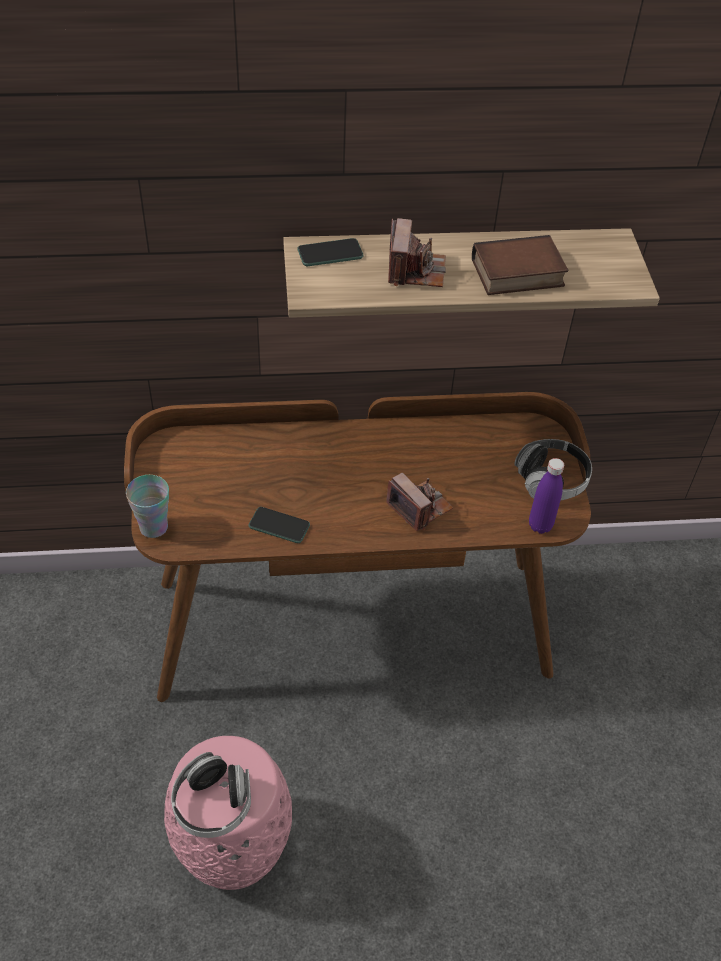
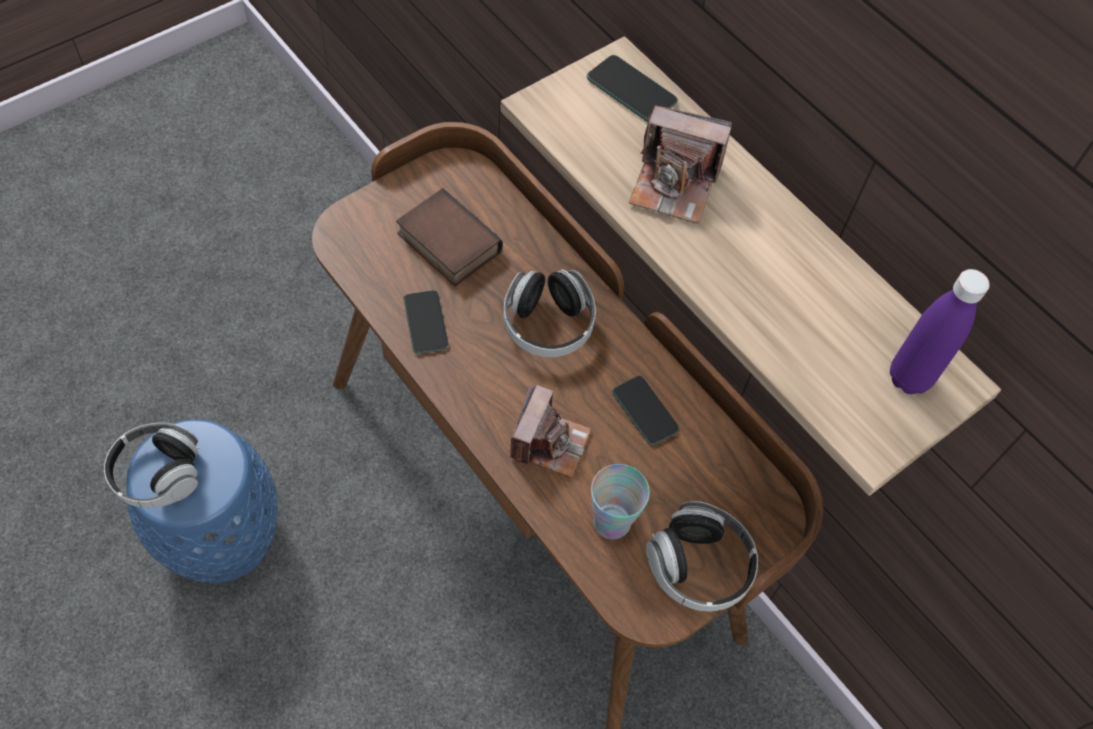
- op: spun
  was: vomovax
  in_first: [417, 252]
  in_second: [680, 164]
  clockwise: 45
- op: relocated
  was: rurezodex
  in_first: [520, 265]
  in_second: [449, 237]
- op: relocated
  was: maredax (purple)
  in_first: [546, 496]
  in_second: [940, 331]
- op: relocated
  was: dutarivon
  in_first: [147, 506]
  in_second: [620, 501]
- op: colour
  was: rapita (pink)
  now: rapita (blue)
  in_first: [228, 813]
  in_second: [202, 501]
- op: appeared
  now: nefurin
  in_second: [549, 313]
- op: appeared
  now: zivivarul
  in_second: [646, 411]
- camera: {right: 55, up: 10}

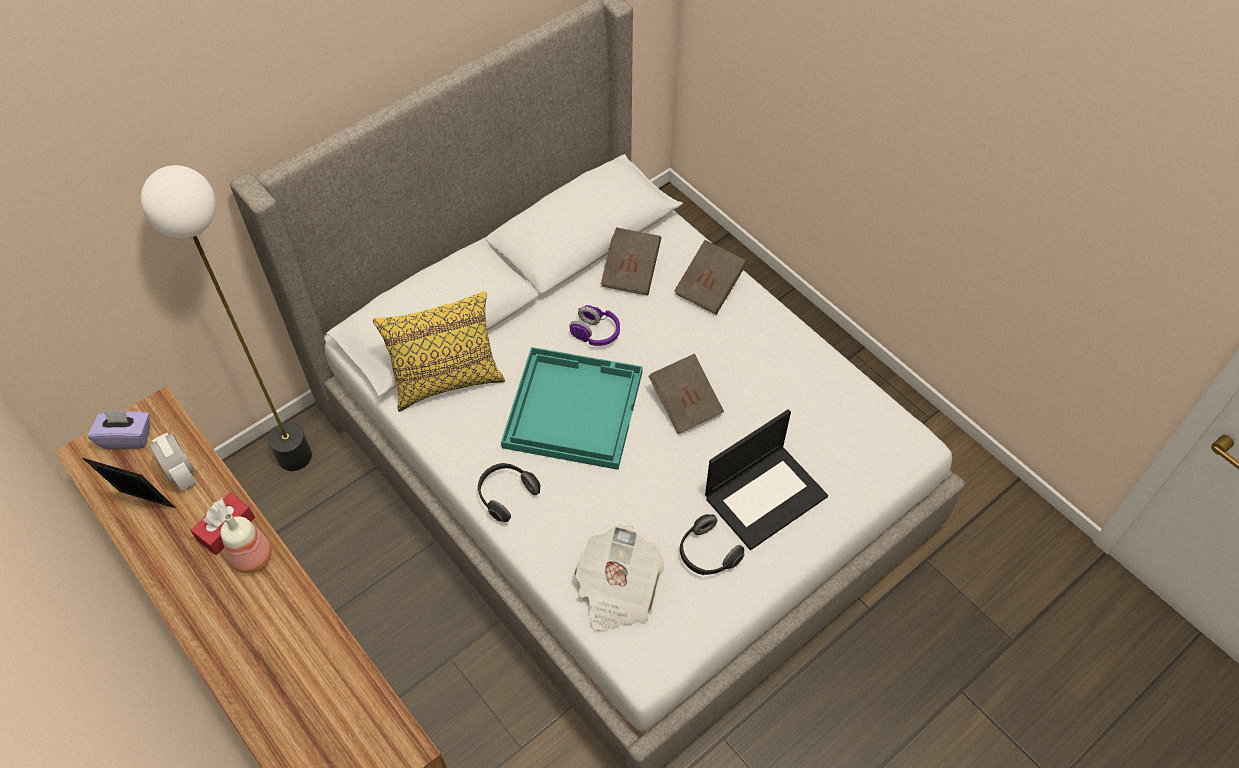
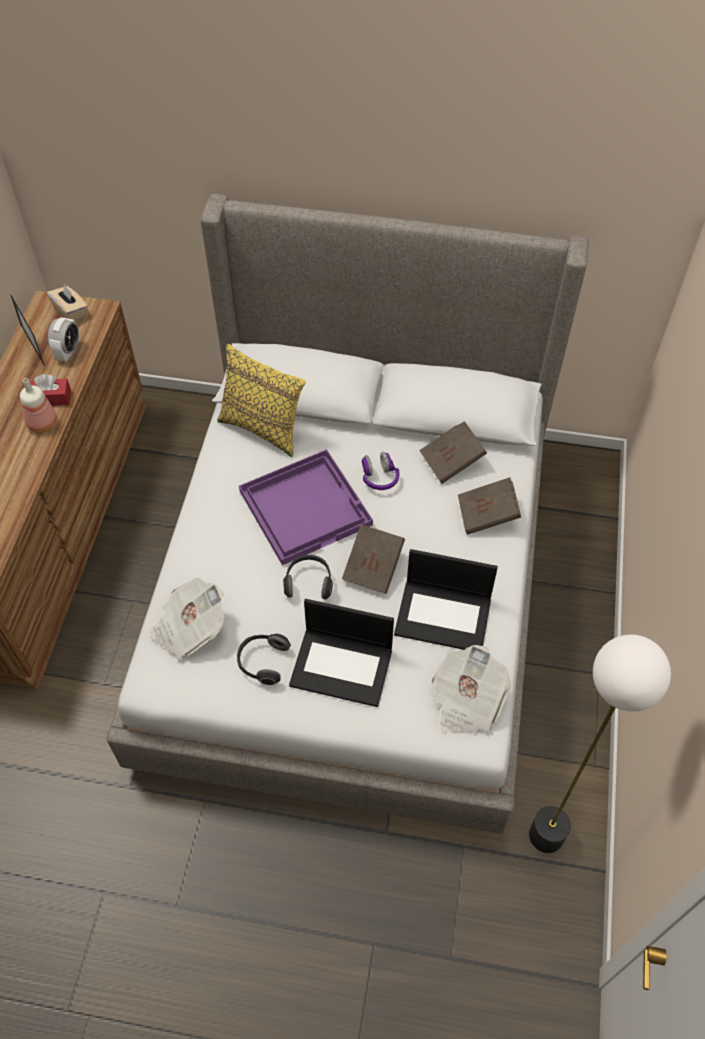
- op: relocated
  was: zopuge
  in_first: [226, 318]
  in_second: [600, 744]
- op: colour
  was: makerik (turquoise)
  now: makerik (purple)
  in_first: [572, 408]
  in_second: [306, 507]
- op: colour
  was: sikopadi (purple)
  now: sikopadi (beige)
  in_first: [119, 429]
  in_second: [67, 303]
- op: relocated
  was: nefurin
  in_first: [509, 492]
  in_second: [308, 577]
- op: appeared
  now: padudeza
  in_second: [446, 599]
- op: appeared
  now: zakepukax
  in_second: [471, 689]
- camera: {right: 50, up: 0}

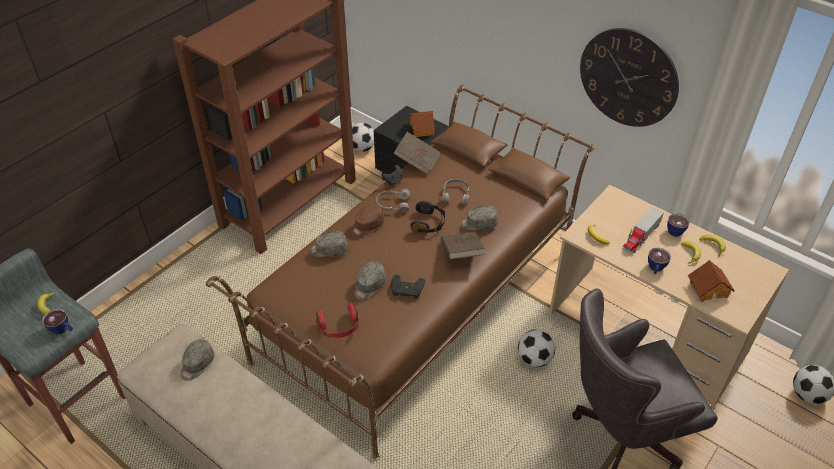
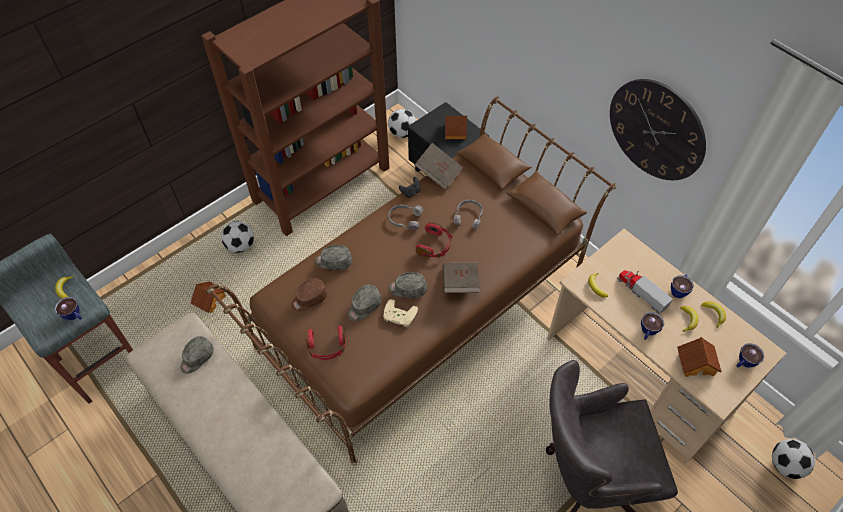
- op: colour
  was: nefurin (black)
  now: nefurin (red)
  in_first: [428, 218]
  in_second: [434, 240]
- op: relocated
  was: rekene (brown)
  in_first: [367, 220]
  in_second: [309, 295]
- op: relocated
  was: rekene (grey)
  in_first: [479, 217]
  in_second: [408, 285]
- op: spun
  was: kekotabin
  in_first: [643, 230]
  in_second: [645, 292]
  clockwise: 90
- op: colour
  was: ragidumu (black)
  now: ragidumu (beige)
  in_first: [408, 287]
  in_second: [401, 313]
- op: relocated
  was: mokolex
  in_first: [536, 348]
  in_second: [237, 237]
- op: appeared
  now: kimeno
  in_second: [208, 297]
- op: appeared
  now: dutarivon
  in_second: [750, 355]
- camera: {right: 10, up: 10}

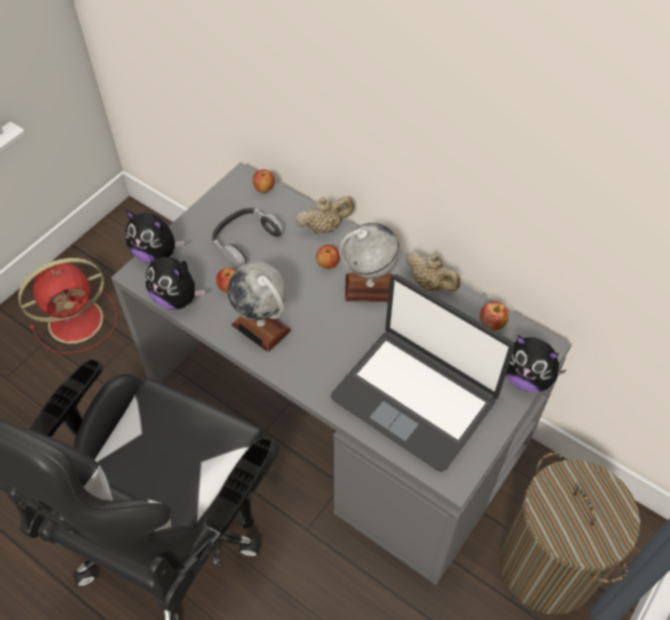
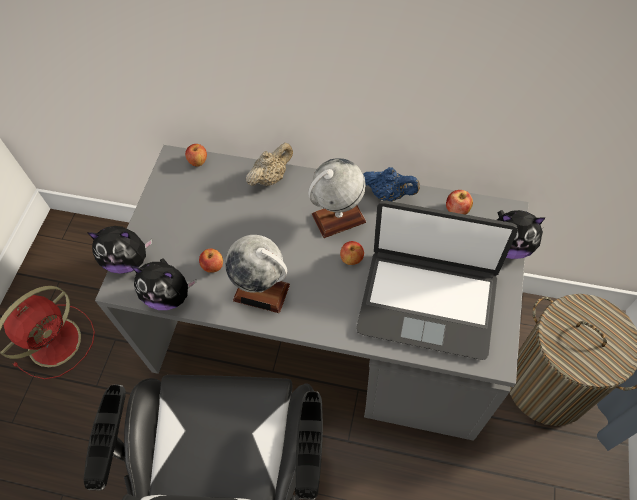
- op: missing
  was: nefurin
  in_first: [247, 237]
- op: relocated
  was: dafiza
  in_first: [328, 257]
  in_second: [352, 253]
- op: colour
  was: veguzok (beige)
  now: veguzok (blue)
  in_first: [433, 272]
  in_second: [391, 184]
- camera: {right: -20, up: 5}

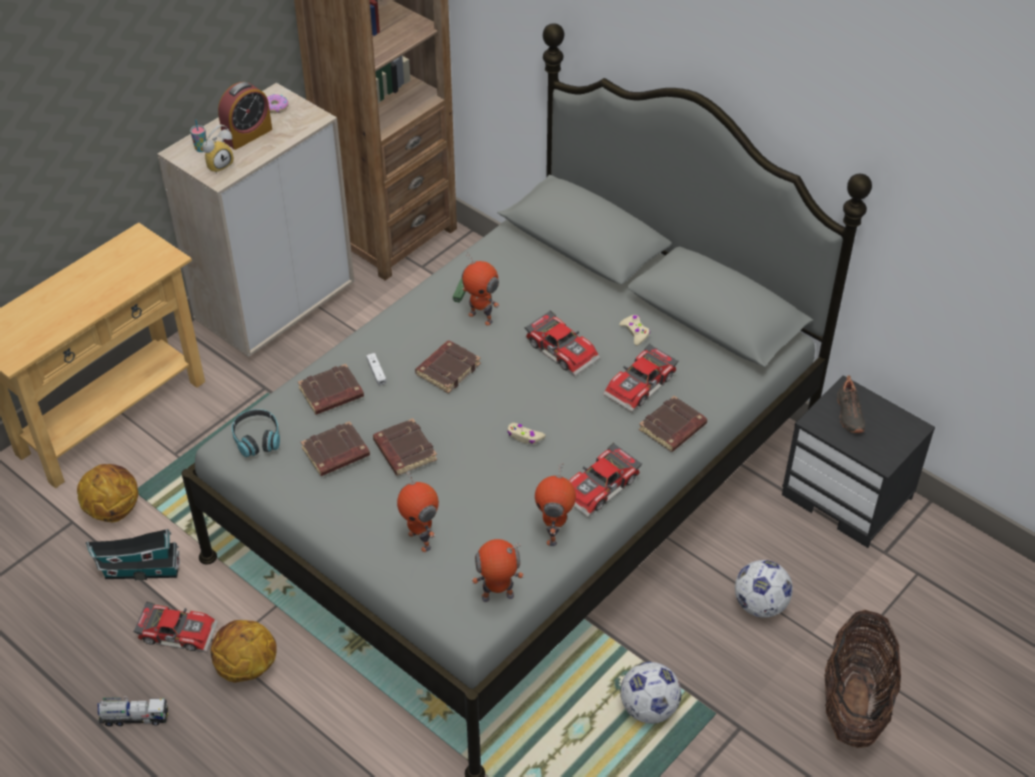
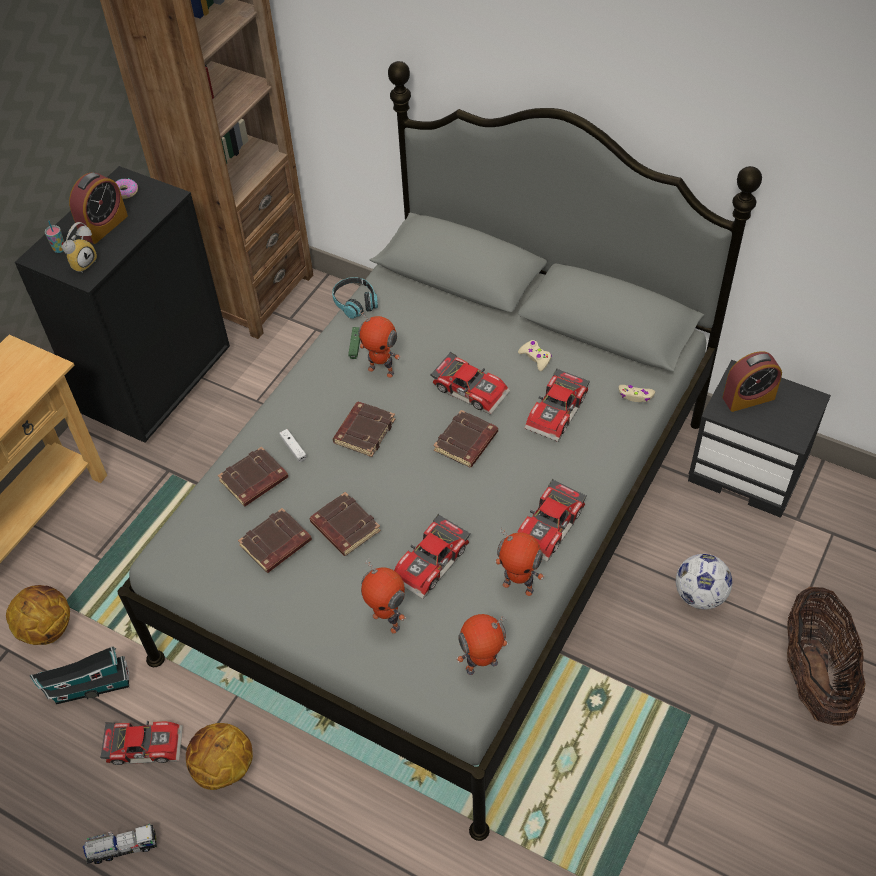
- op: colour
  was: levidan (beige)
  now: levidan (black)
  in_first: [255, 220]
  in_second: [122, 304]
- op: exchanged
  was: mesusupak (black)
  now: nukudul
  in_first: [851, 404]
  in_second: [752, 381]
- op: relocated
  was: rurezodex (brown)
  in_first: [673, 424]
  in_second: [465, 439]
- op: relocated
  was: nefurin
  in_first: [256, 433]
  in_second: [355, 298]
- op: relocated
  was: ragidumu (beige)
  in_first: [526, 433]
  in_second: [637, 393]
- op: spun
  was: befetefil
  in_first: [555, 504]
  in_second: [520, 561]
  clockwise: -60
- op: missing
  was: mokolex
  in_first: [650, 693]
- op: appeared
  now: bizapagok
  in_second: [432, 556]
- camera: {right: -10, up: 5}

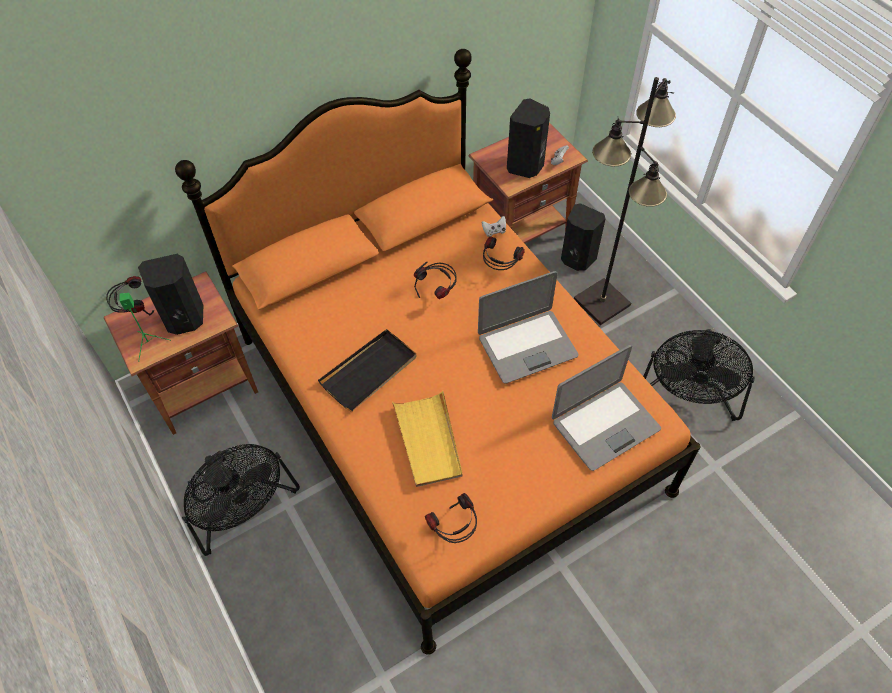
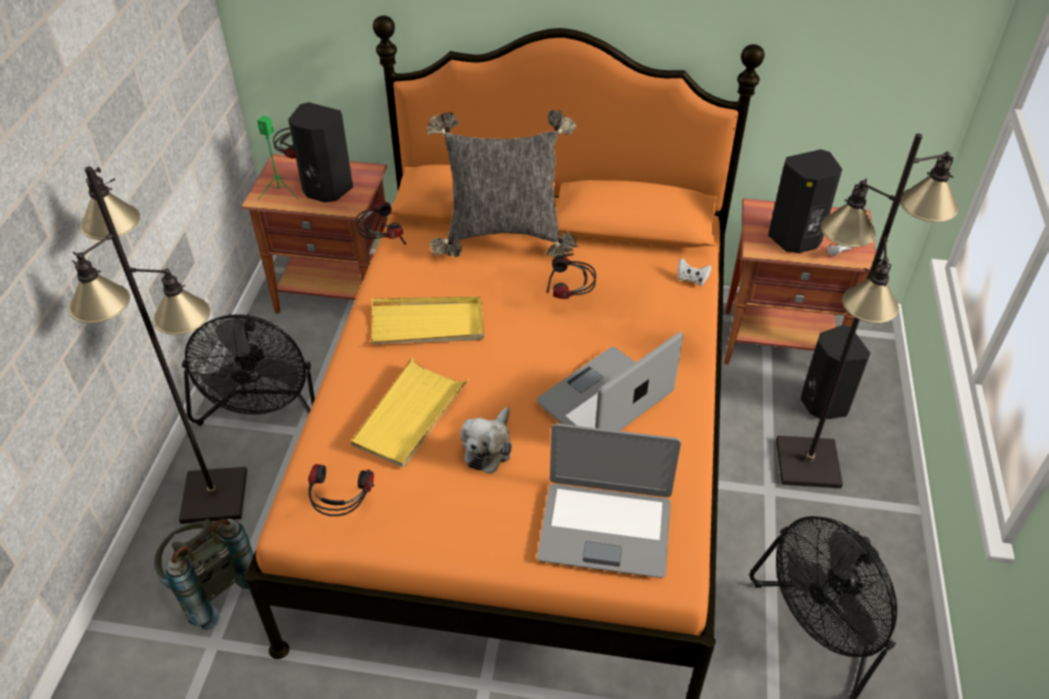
- op: relocated
  was: nefurin
  in_first: [504, 253]
  in_second: [380, 223]
- op: spun
  was: padudeza
  in_first: [528, 327]
  in_second: [609, 381]
  clockwise: 120
- op: colour
  was: makerik (black)
  now: makerik (yellow)
  in_first: [367, 370]
  in_second: [427, 320]
- op: appeared
  now: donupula
  in_second: [502, 183]
- op: appeared
  now: zopuge (black)
  in_second: [158, 345]
- op: appeared
  now: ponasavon
  in_second: [486, 440]
- op: appeared
  now: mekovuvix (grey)
  in_second: [204, 574]
- camera: {right: 40, up: -10}

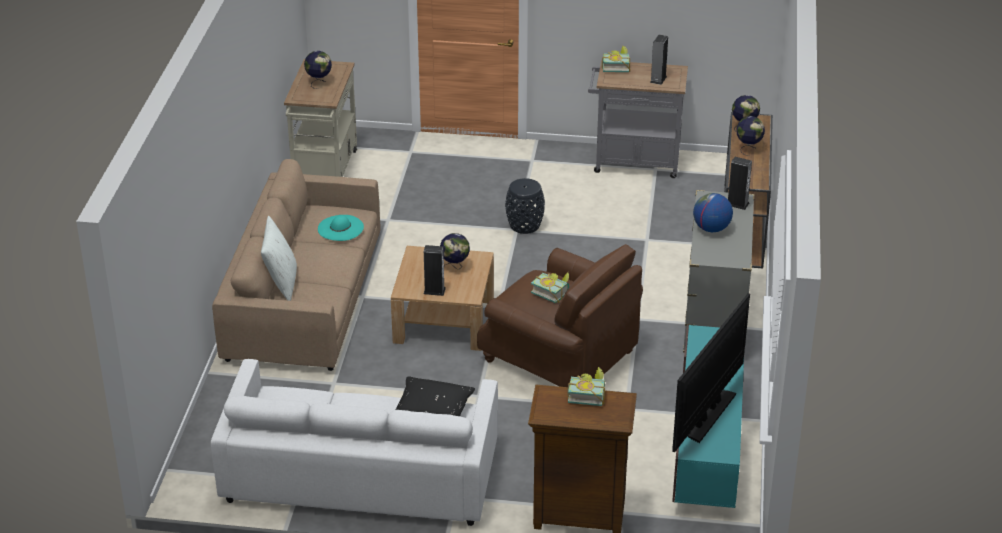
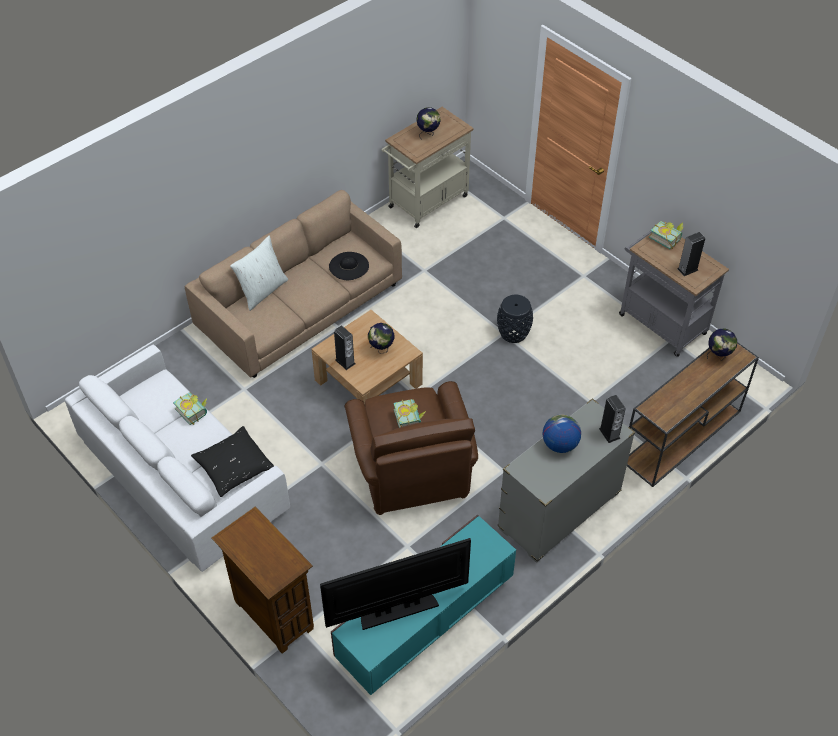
- op: missing
  was: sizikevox
  in_first: [750, 136]
- op: colour
  was: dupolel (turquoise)
  now: dupolel (black)
  in_first: [341, 228]
  in_second: [349, 266]
- op: relocated
  was: rurezodex
  in_first: [586, 386]
  in_second: [190, 409]
- camera: {right: 40, up: 15}

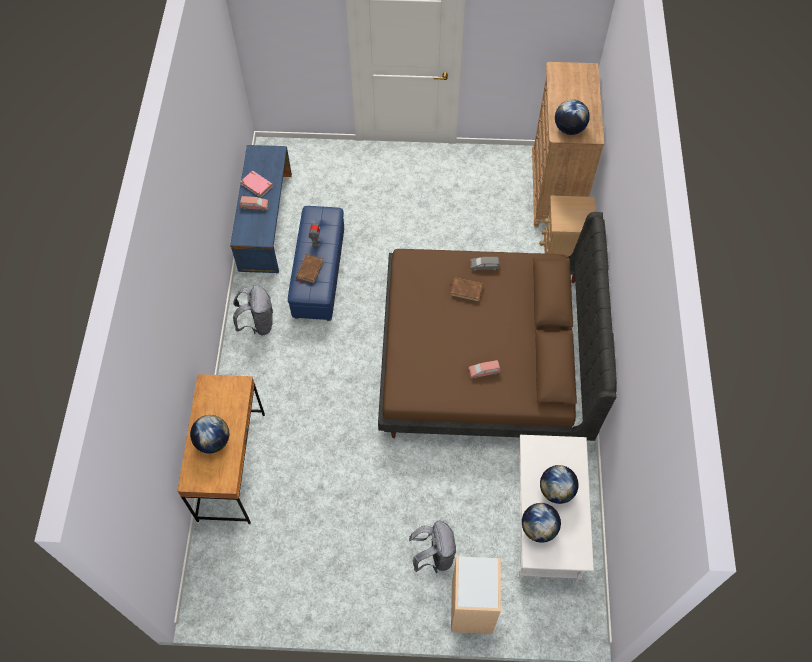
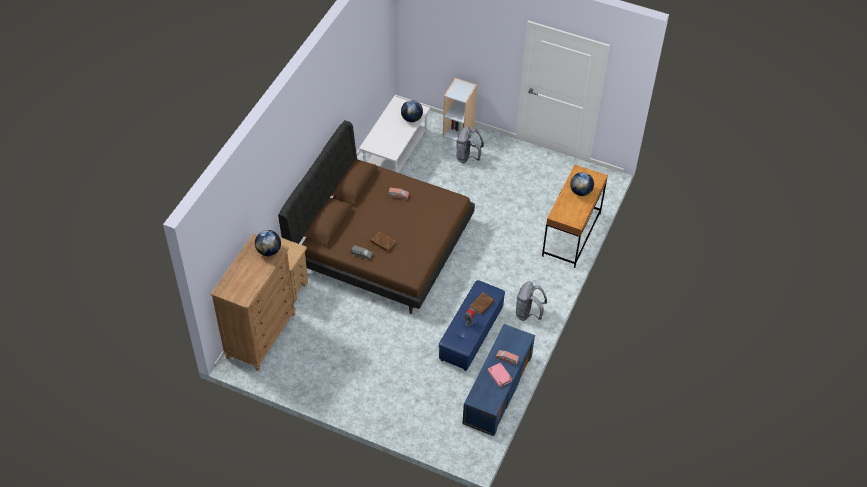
- op: missing
  was: sizikevox
  in_first: [559, 484]
- camera: {right: -160, up: -10}

